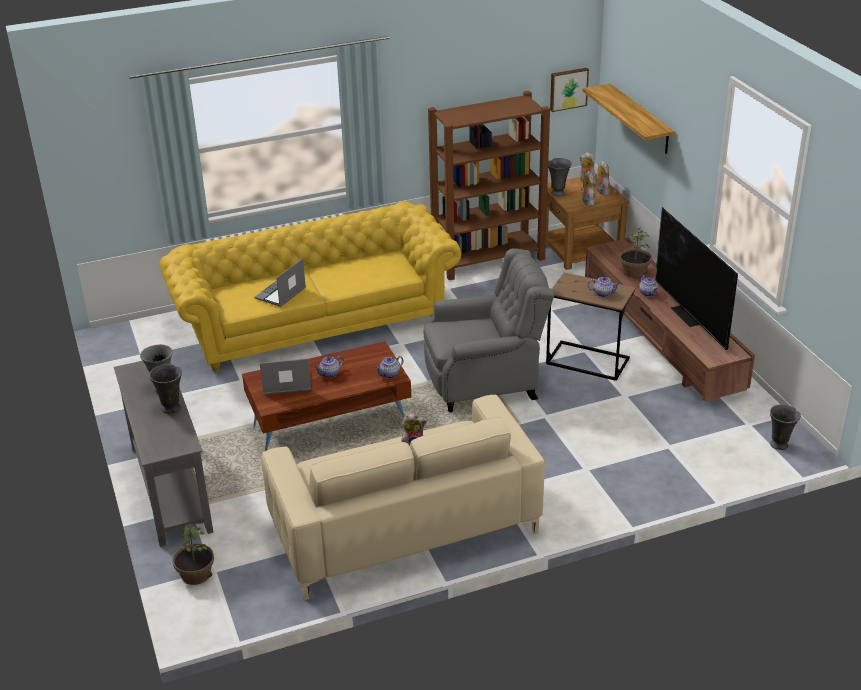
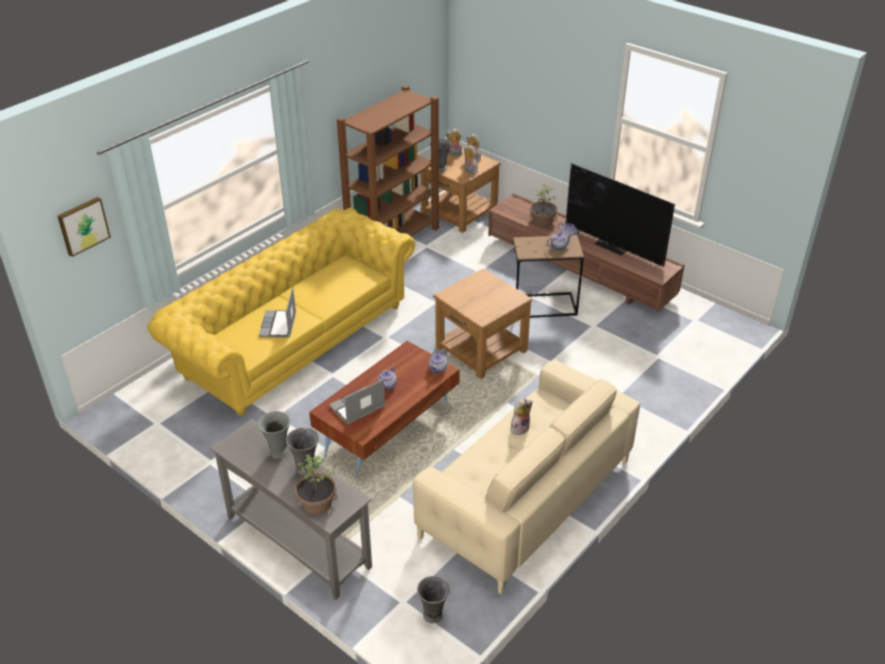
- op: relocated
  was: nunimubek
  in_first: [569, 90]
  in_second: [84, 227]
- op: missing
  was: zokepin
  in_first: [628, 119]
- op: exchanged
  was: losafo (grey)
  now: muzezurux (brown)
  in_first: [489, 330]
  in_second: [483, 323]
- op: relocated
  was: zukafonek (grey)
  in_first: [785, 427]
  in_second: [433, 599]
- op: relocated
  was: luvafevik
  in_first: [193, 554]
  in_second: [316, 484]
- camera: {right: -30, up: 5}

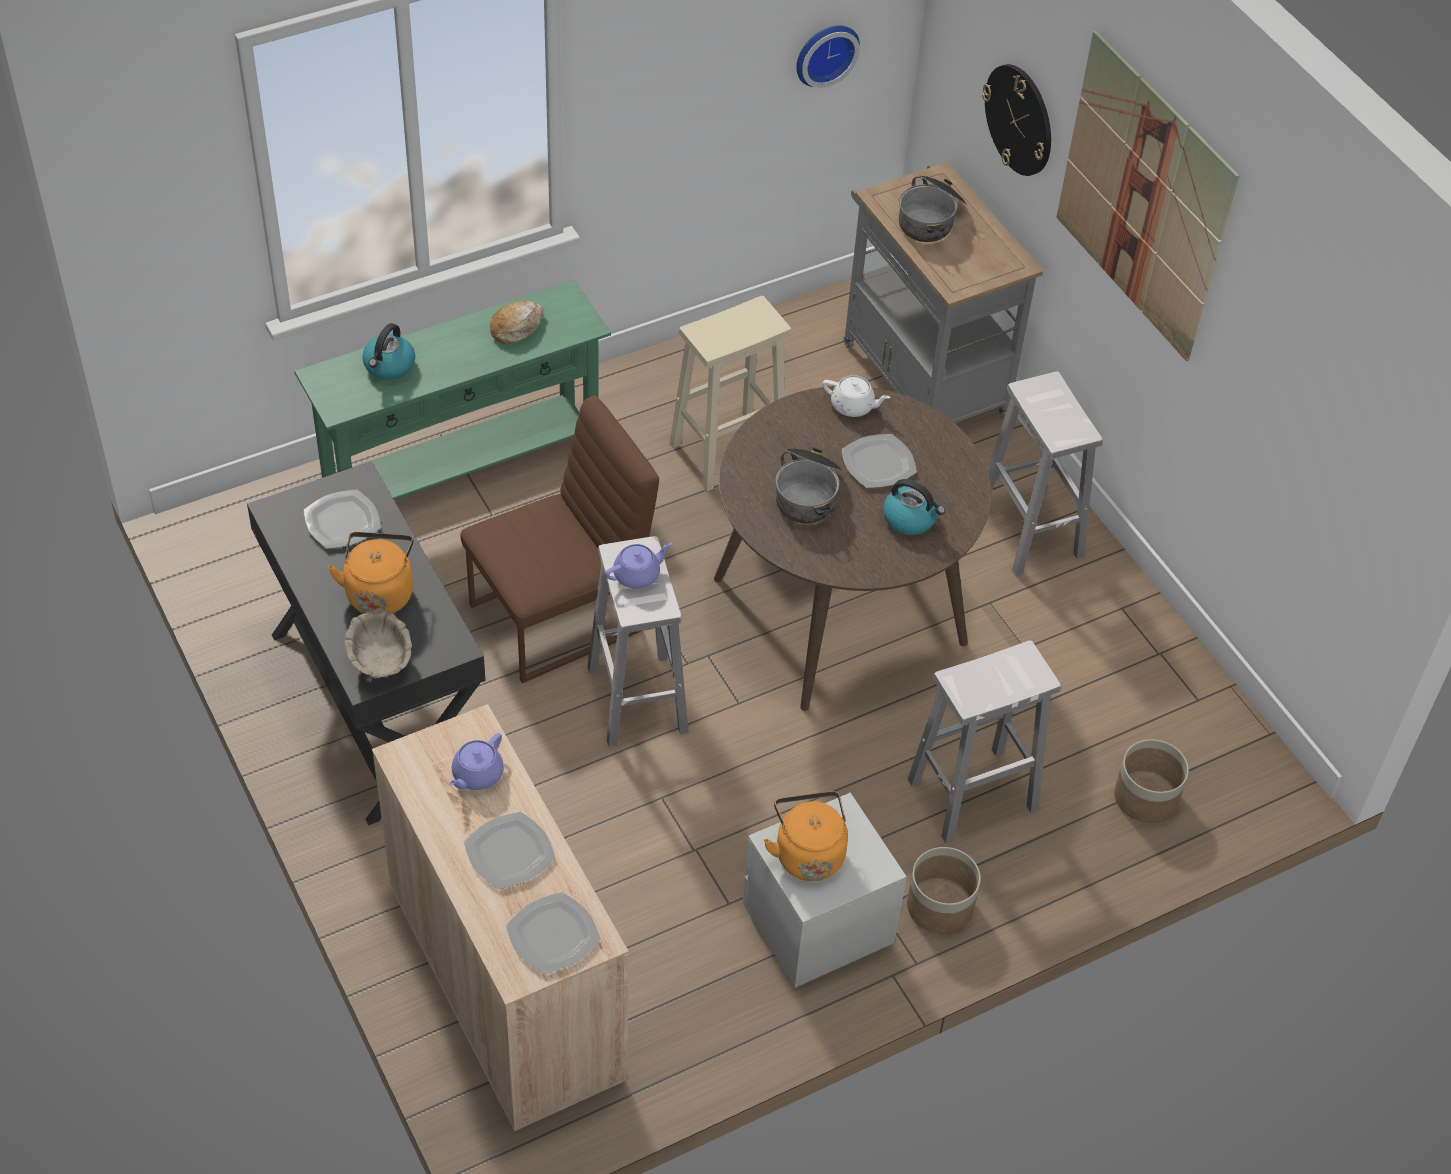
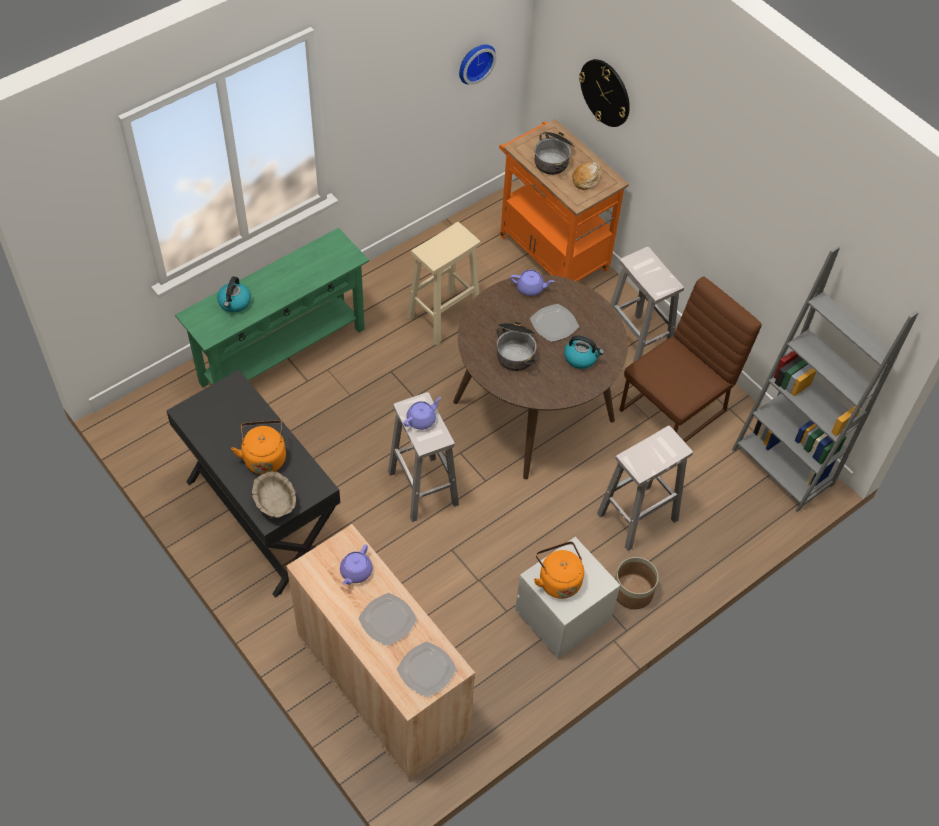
- op: missing
  was: nunimubek
  in_first: [1148, 196]
- op: colour
  was: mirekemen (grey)
  now: mirekemen (orange)
  in_first: [943, 292]
  in_second: [564, 200]
- op: relocated
  was: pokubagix
  in_first: [517, 322]
  in_second: [586, 175]
- op: colour
  was: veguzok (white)
  now: veguzok (purple)
  in_first: [857, 396]
  in_second: [532, 283]
- op: relocated
  was: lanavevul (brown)
  in_first: [559, 539]
  in_second: [691, 359]
- op: missing
  was: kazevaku
  in_first: [342, 519]
- op: missing
  was: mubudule
  in_first: [1151, 781]
- op: appeared
  now: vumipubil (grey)
  in_second: [825, 379]
- camera: {right: -10, up: 5}

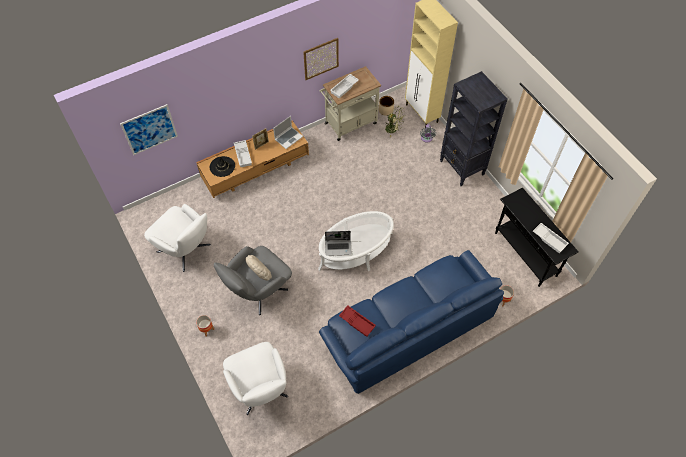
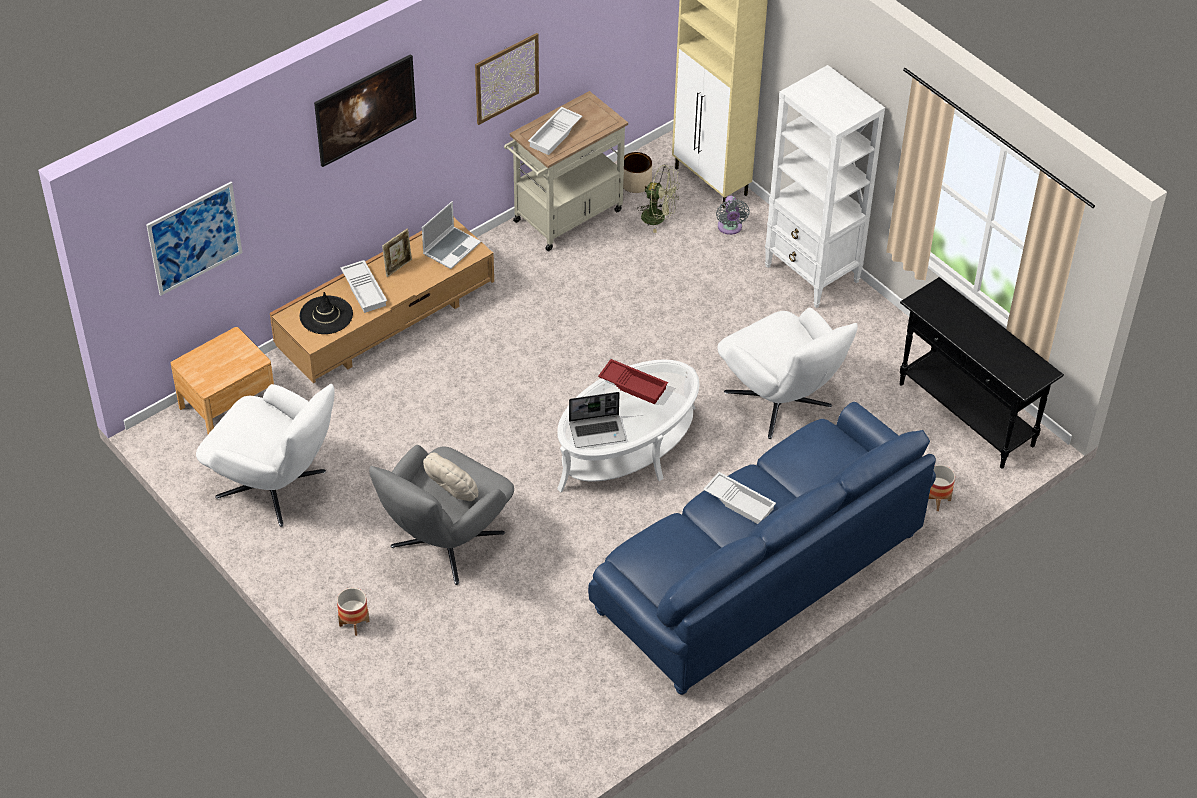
- op: colour
  was: vumipubil (black)
  now: vumipubil (white)
  in_first: [474, 128]
  in_second: [825, 186]
- op: relocated
  was: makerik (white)
  in_first: [551, 238]
  in_second: [739, 498]
- op: relocated
  was: makerik (red)
  in_first: [357, 321]
  in_second: [633, 381]
- op: relocated
  was: losafo (white)
  in_first: [255, 378]
  in_second: [788, 373]
- op: appeared
  now: nunimubek
  in_second: [365, 110]
- op: appeared
  now: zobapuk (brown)
  in_second: [222, 380]
- camera: {right: -10, up: -10}

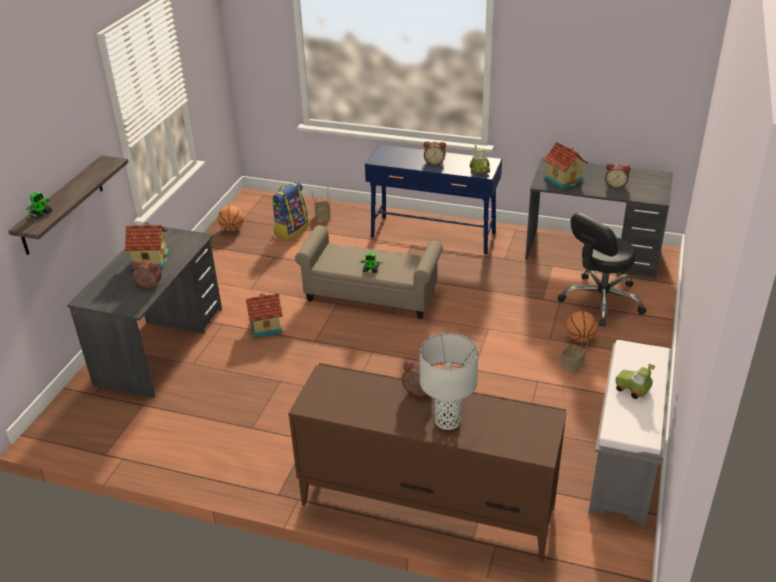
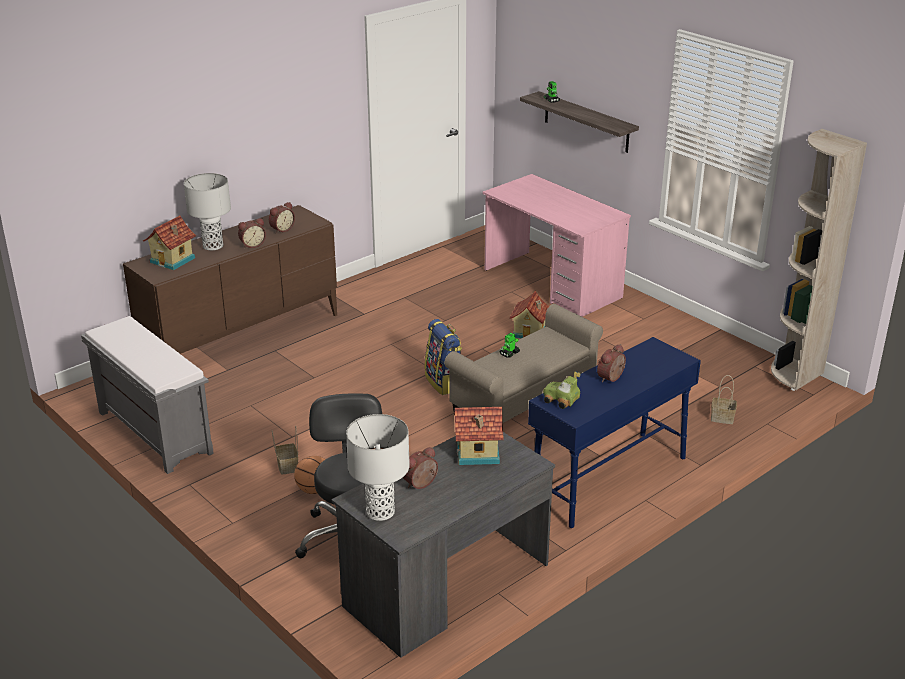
- op: relocated
  was: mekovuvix
  in_first: [290, 210]
  in_second: [443, 357]
- op: missing
  was: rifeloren
  in_first: [231, 218]
- op: relocated
  was: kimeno
  in_first: [146, 245]
  in_second: [169, 243]
- op: colour
  was: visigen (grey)
  now: visigen (pink)
  in_first: [144, 312]
  in_second: [556, 245]
- op: relocated
  was: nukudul
  in_first: [147, 274]
  in_second: [282, 217]
- op: missing
  was: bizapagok
  in_first: [635, 381]
- op: appeared
  now: vumipubil (beige)
  in_second: [819, 260]
- op: appeared
  now: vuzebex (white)
  in_second: [378, 467]
- camera: {right: 120, up: -5}

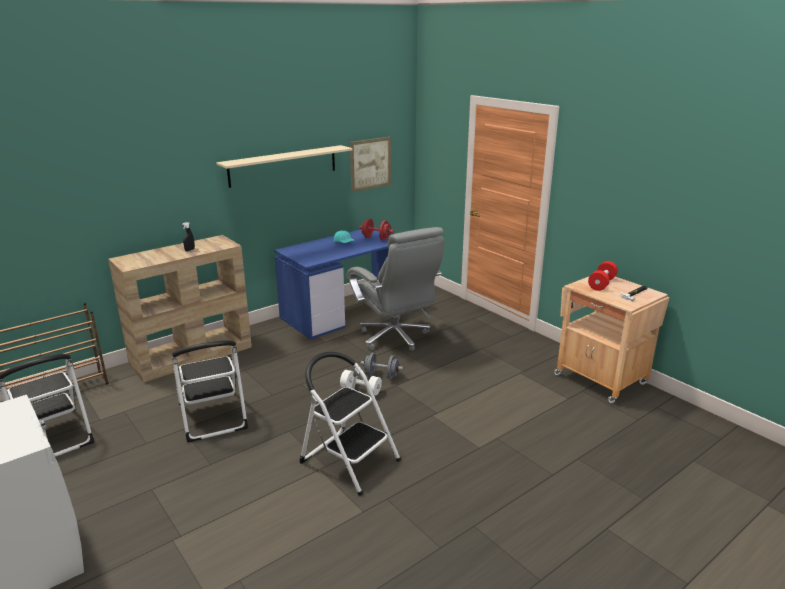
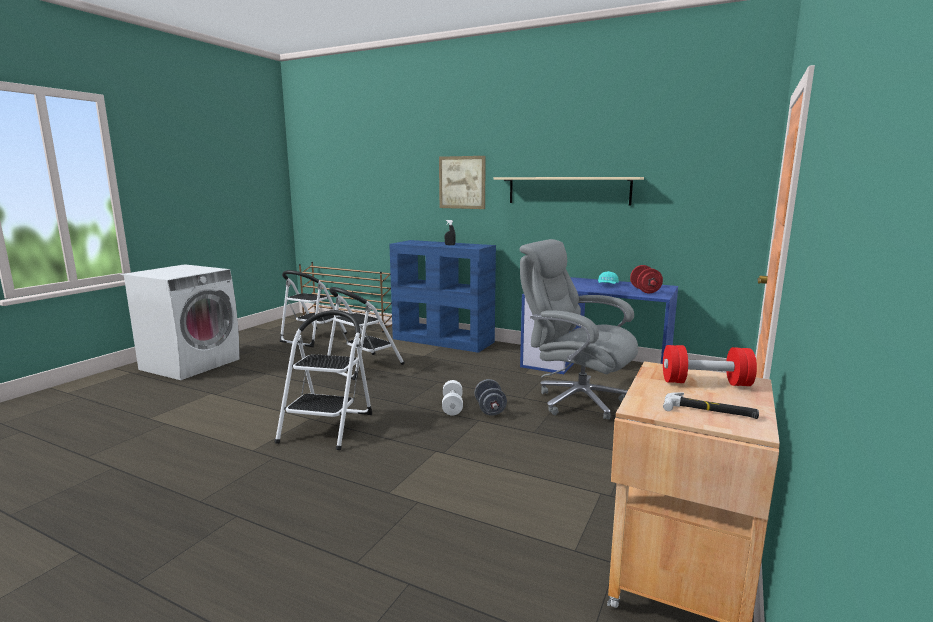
- op: relocated
  was: nunimubek
  in_first: [370, 164]
  in_second: [462, 182]
- op: spun
  was: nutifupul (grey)
  in_first: [395, 289]
  in_second: [579, 329]
  clockwise: 90
- op: colour
  was: vumipubil (brown)
  now: vumipubil (blue)
  in_first: [180, 309]
  in_second: [442, 296]
- camera: {right: 65, up: -10}

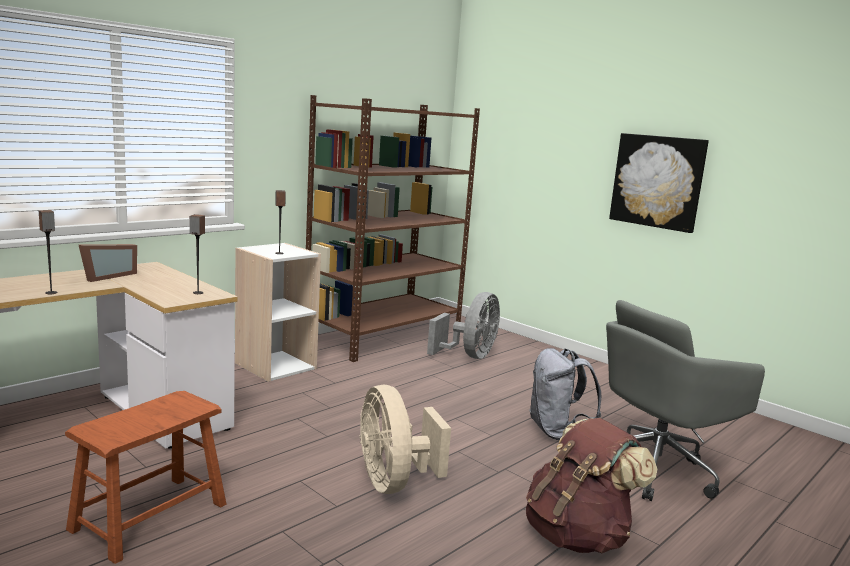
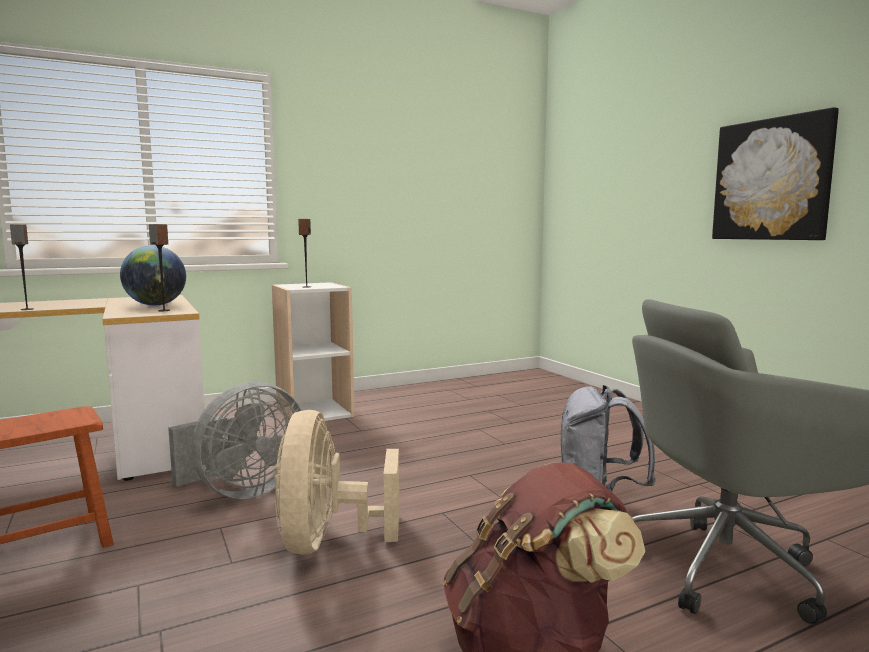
- op: missing
  was: vumipubil (brown)
  in_first: [393, 228]
- op: missing
  was: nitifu
  in_first: [108, 263]
- op: relocated
  was: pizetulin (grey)
  in_first: [463, 325]
  in_second: [234, 440]
- op: appeared
  now: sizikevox
  in_second: [153, 275]
- camera: {right: 20, up: -5}

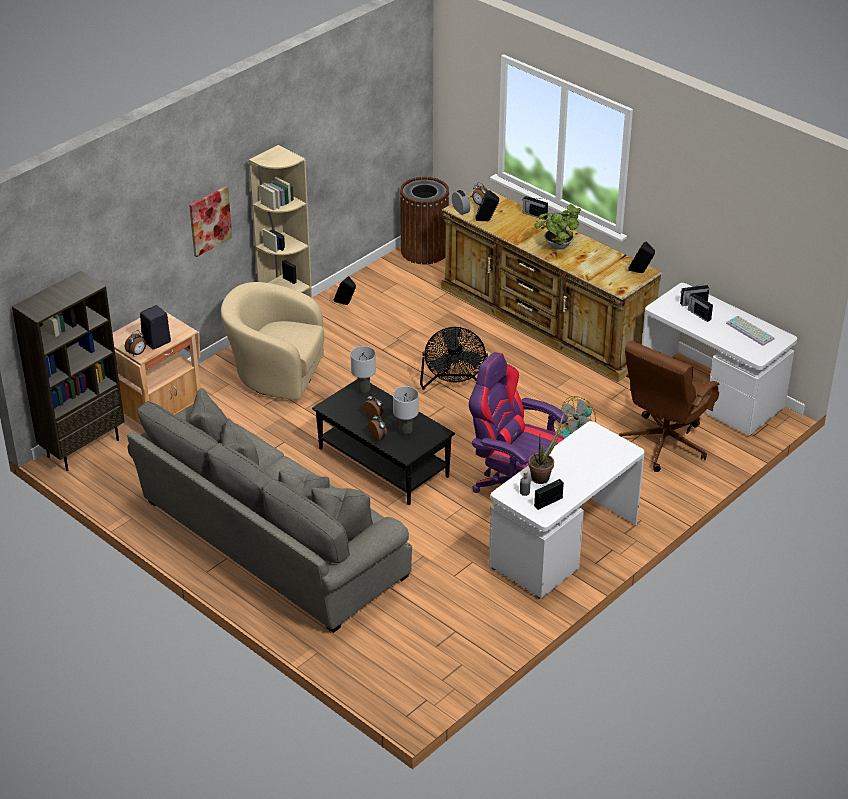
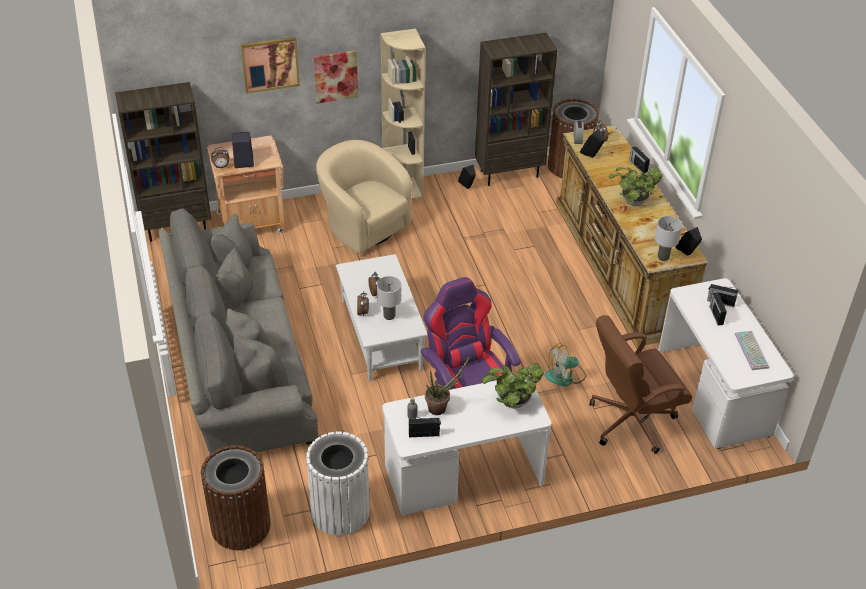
- op: missing
  was: pizetulin (black)
  in_first: [454, 358]
- op: relocated
  was: vuzebex (white)
  in_first: [363, 370]
  in_second: [668, 238]
- op: colour
  was: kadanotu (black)
  now: kadanotu (white)
  in_first: [383, 442]
  in_second: [382, 317]
- op: appeared
  now: vumipubil (brown)
  in_second: [516, 109]
- op: appeared
  now: nunimubek
  in_second: [270, 65]
- op: appeared
  now: luvafevik
  in_second: [513, 385]
- op: appeared
  now: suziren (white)
  in_second: [338, 484]
- op: appeared
  now: suziren (brown)
  in_second: [236, 497]
- camera: {right: 30, up: 5}

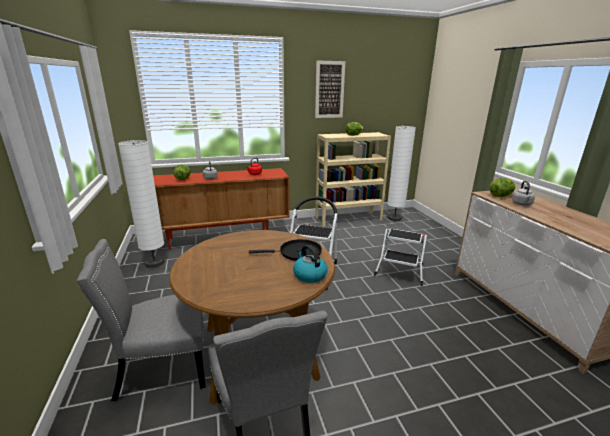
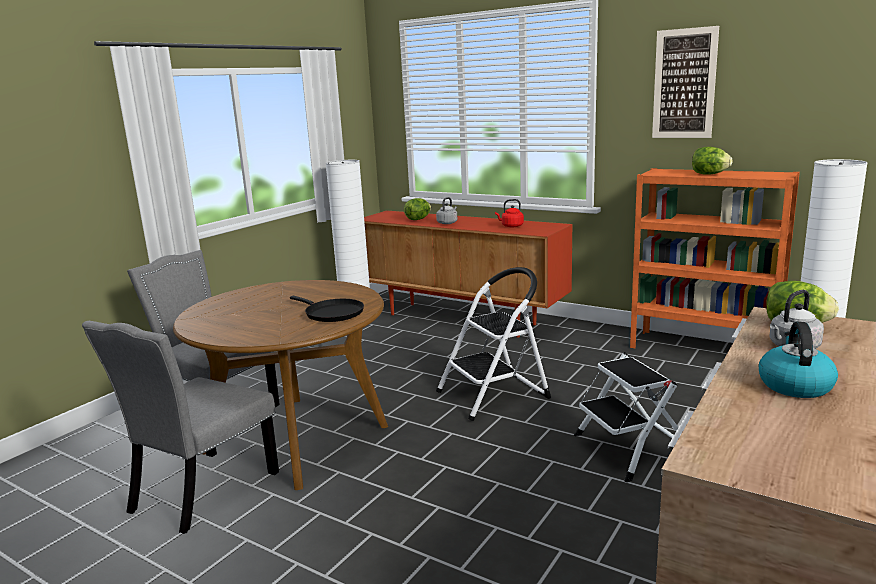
- op: colour
  was: vumipubil (beige)
  now: vumipubil (orange)
  in_first: [353, 179]
  in_second: [715, 258]
- op: relocated
  was: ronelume
  in_first: [310, 264]
  in_second: [798, 359]
- camera: {right: 50, up: -5}

